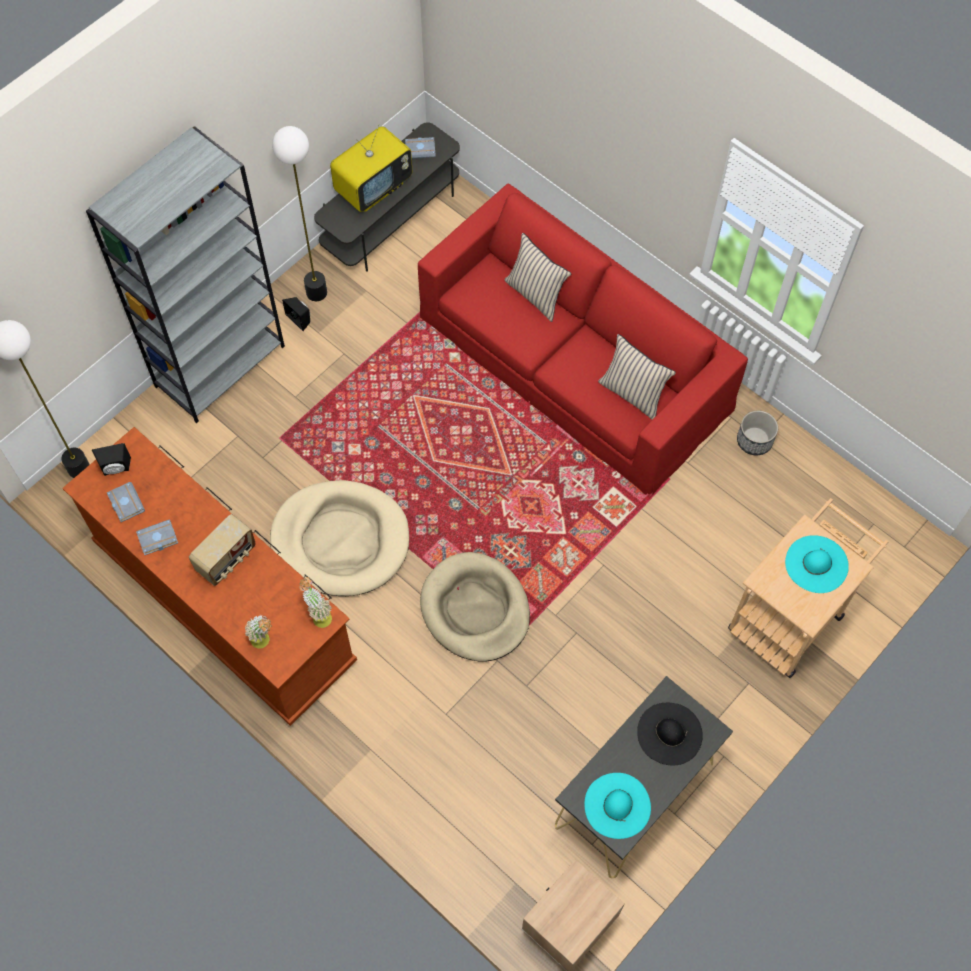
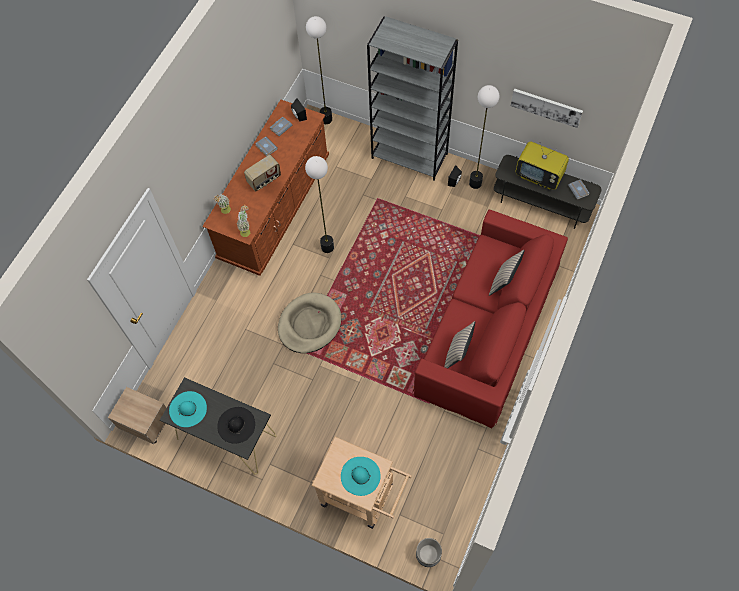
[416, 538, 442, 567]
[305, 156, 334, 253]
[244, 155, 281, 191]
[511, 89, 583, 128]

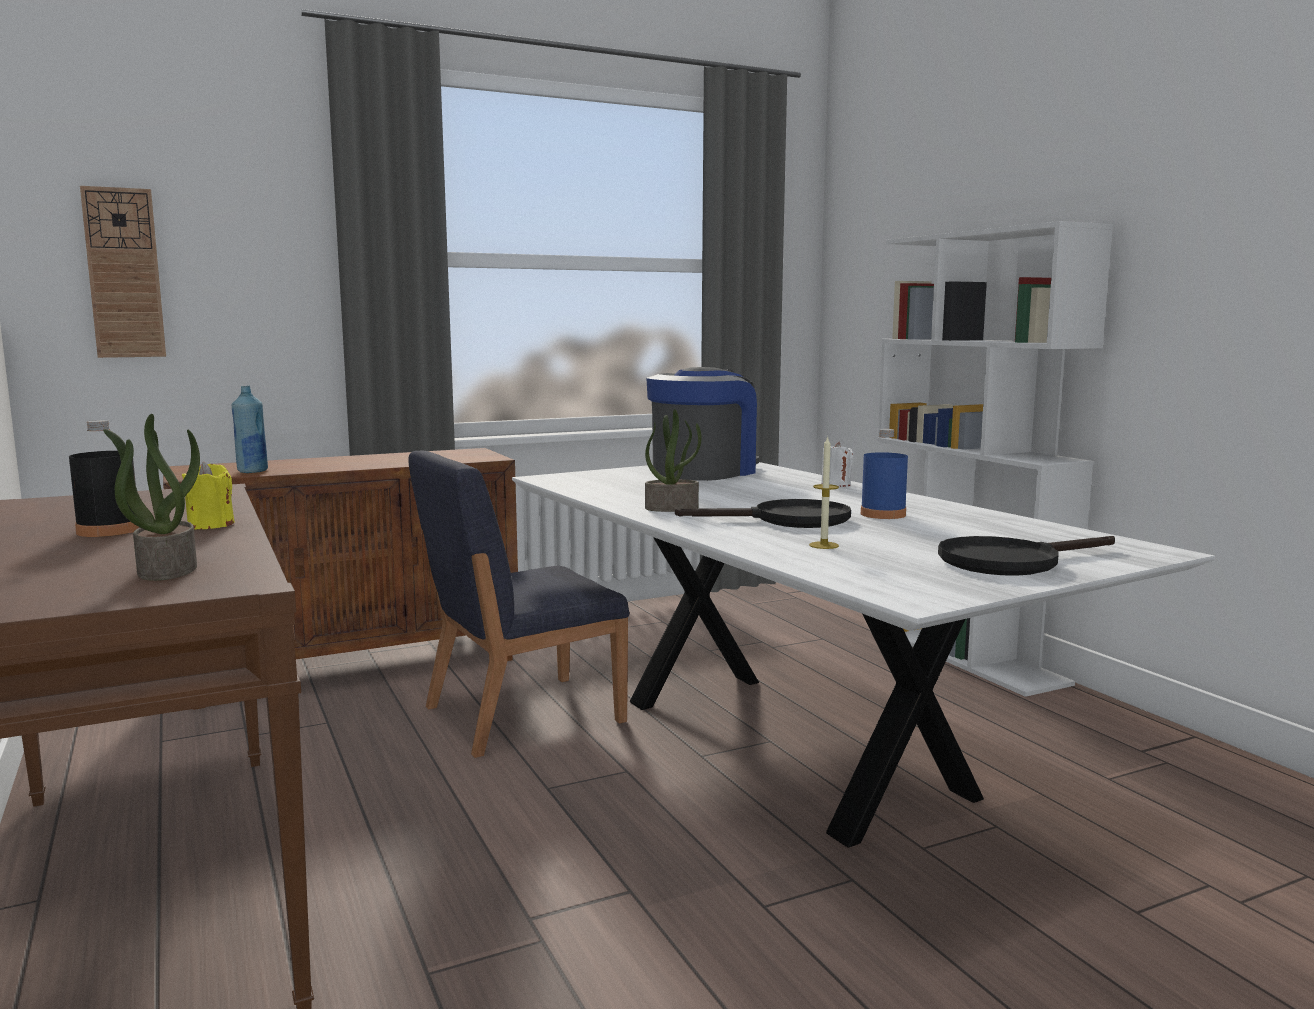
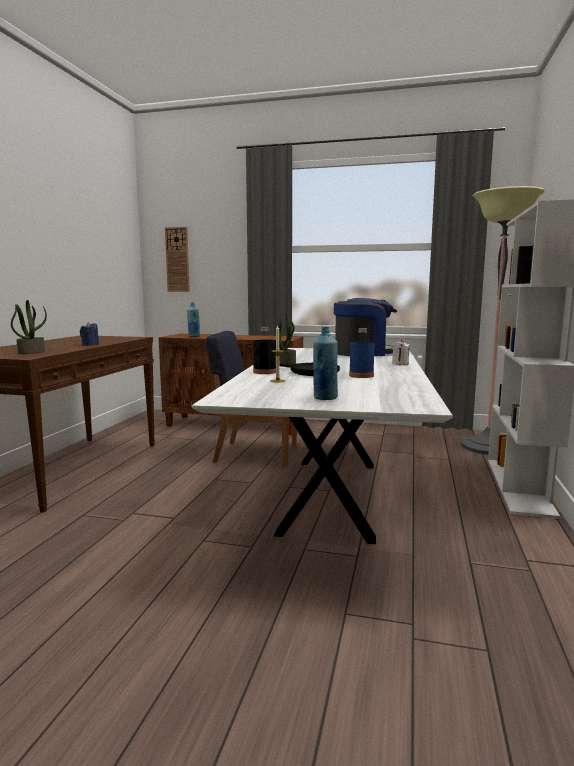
[253, 327, 276, 374]
[80, 322, 99, 346]
[313, 327, 338, 400]
[461, 186, 544, 455]

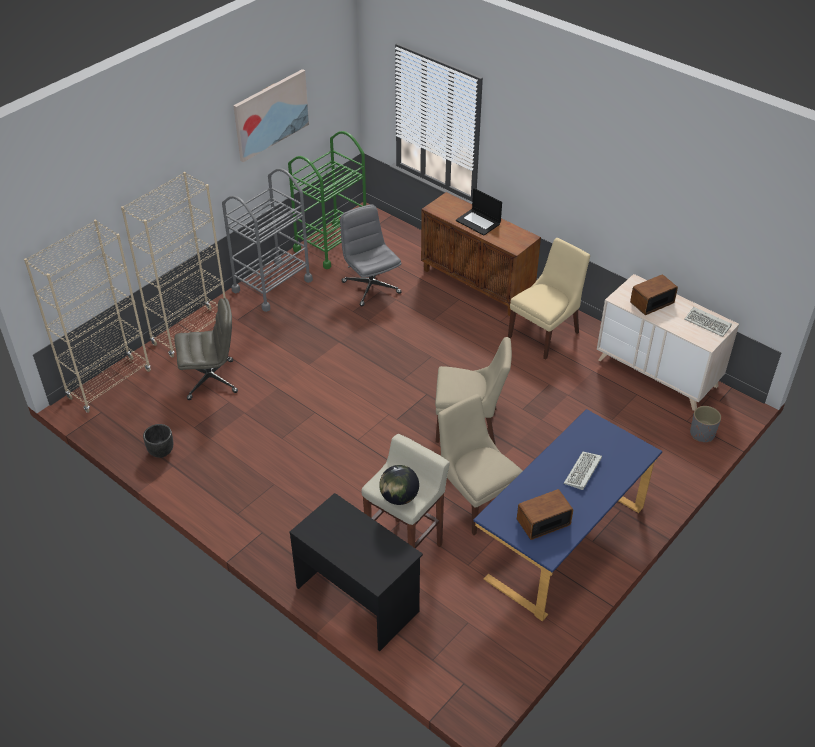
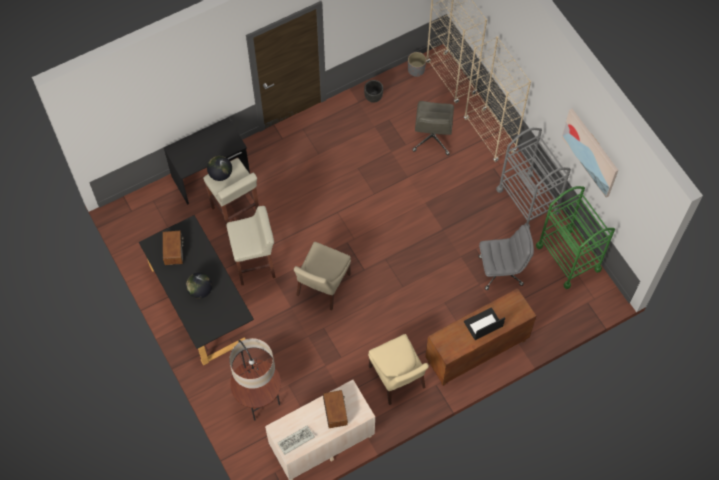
[226, 206, 276, 285]
[408, 52, 426, 77]
[139, 215, 254, 365]
[186, 273, 212, 299]
[229, 338, 281, 420]

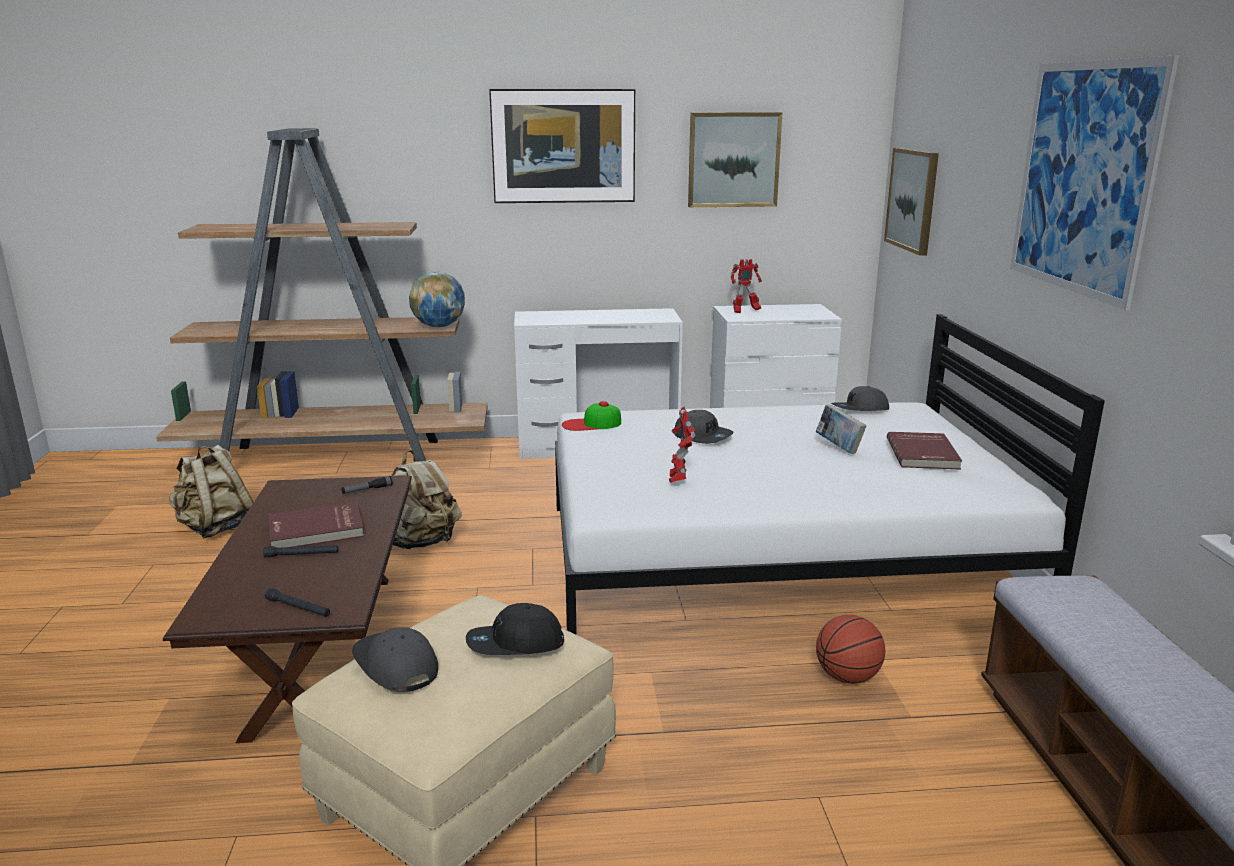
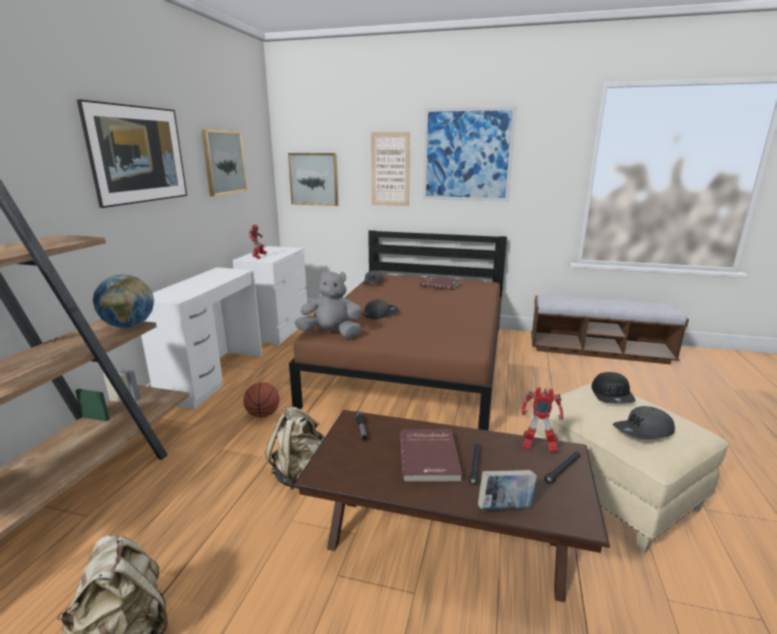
[289, 230, 507, 430]
[294, 270, 362, 338]
[478, 470, 537, 510]
[522, 387, 563, 453]
[243, 382, 279, 418]
[371, 132, 410, 206]

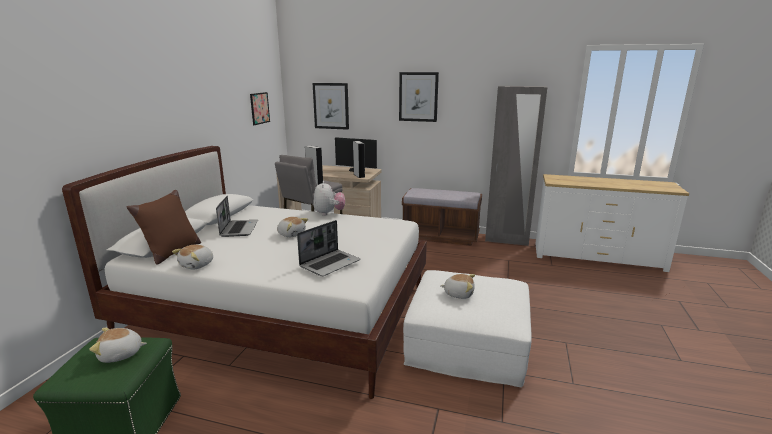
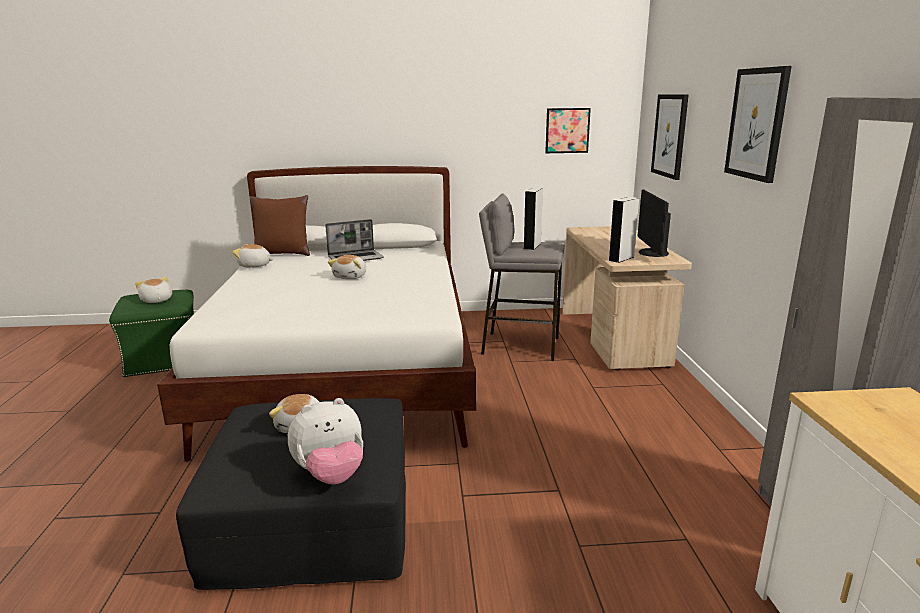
[288, 398, 363, 484]
[402, 188, 482, 246] (first image)
[297, 220, 361, 276] (first image)
[176, 398, 406, 590]

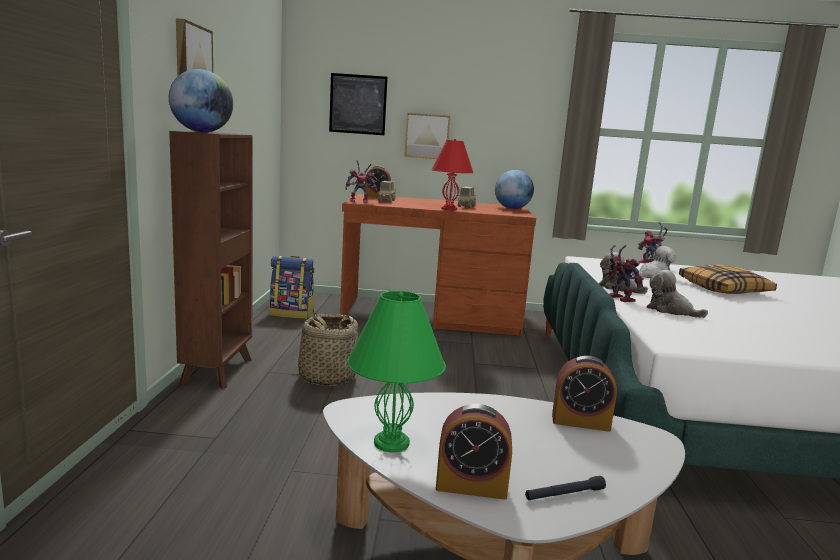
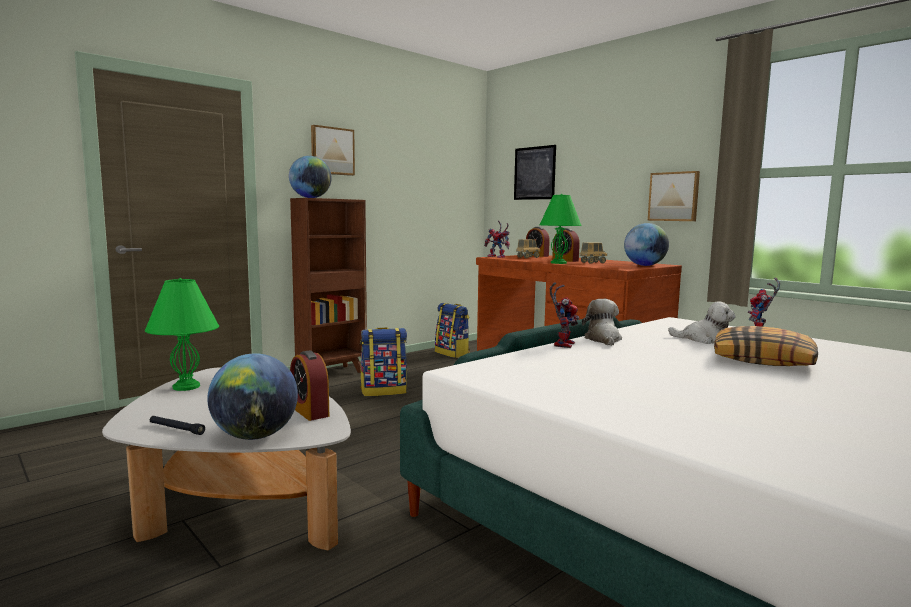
[648, 171, 700, 221]
[539, 194, 582, 264]
[646, 270, 708, 318] (first image)
[360, 327, 407, 396]
[552, 228, 580, 262]
[207, 353, 298, 440]

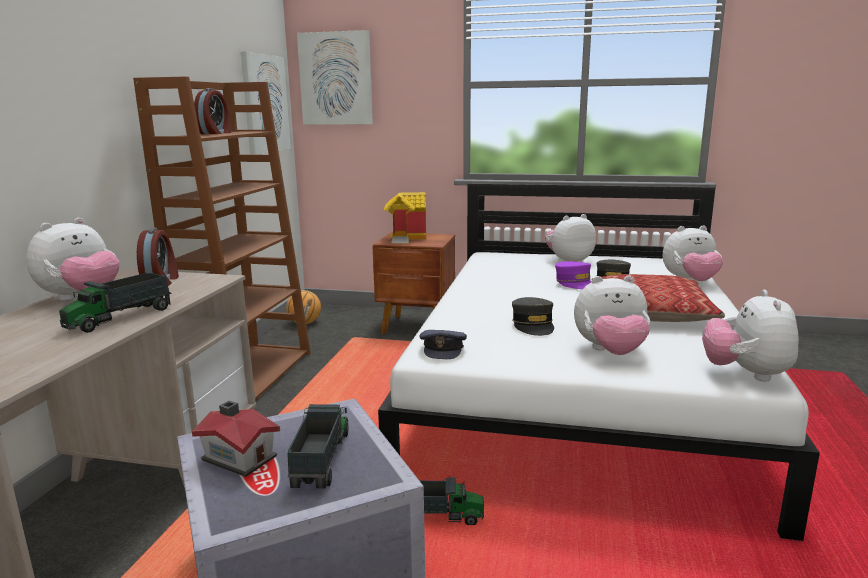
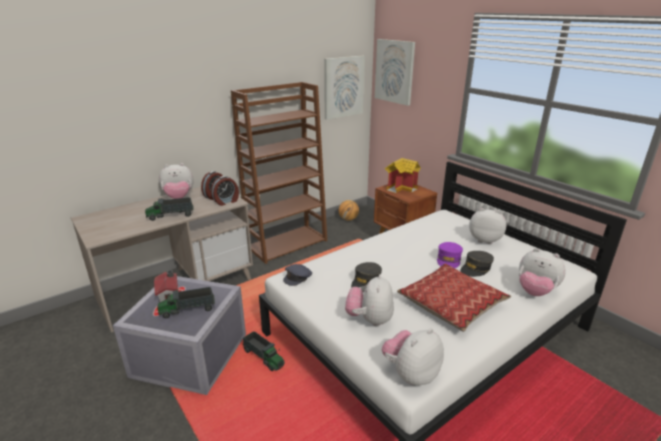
[211, 176, 239, 206]
[345, 274, 394, 327]
[157, 287, 215, 319]

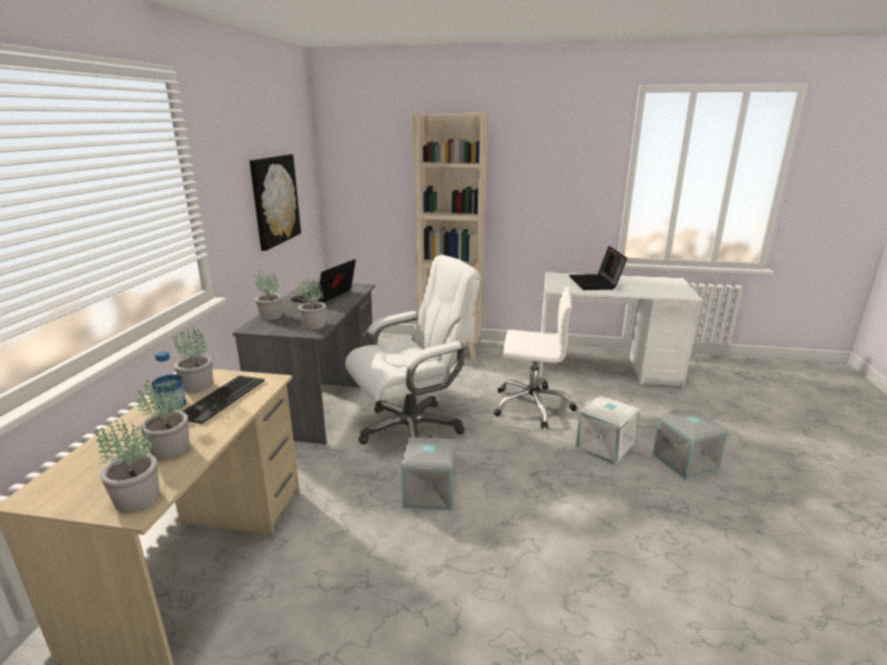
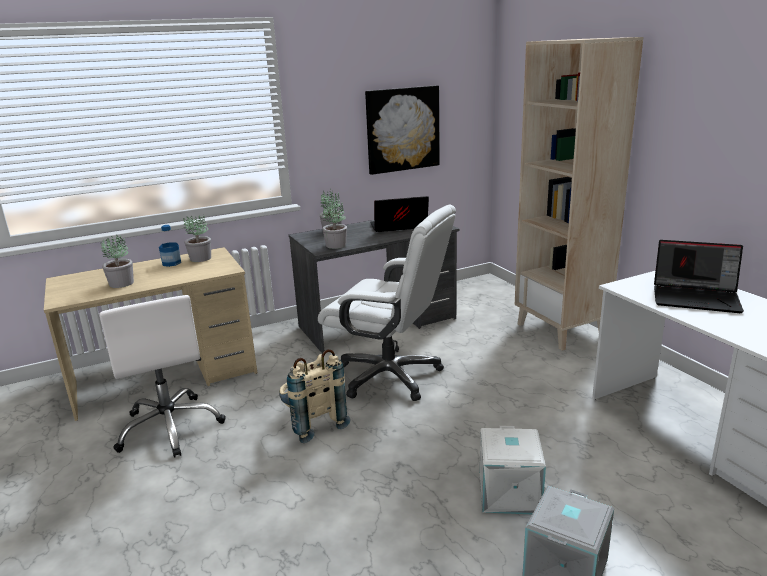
[654, 240, 744, 313]
[99, 295, 226, 458]
[182, 375, 265, 424] (first image)
[94, 419, 159, 512] (first image)
[279, 349, 350, 443]

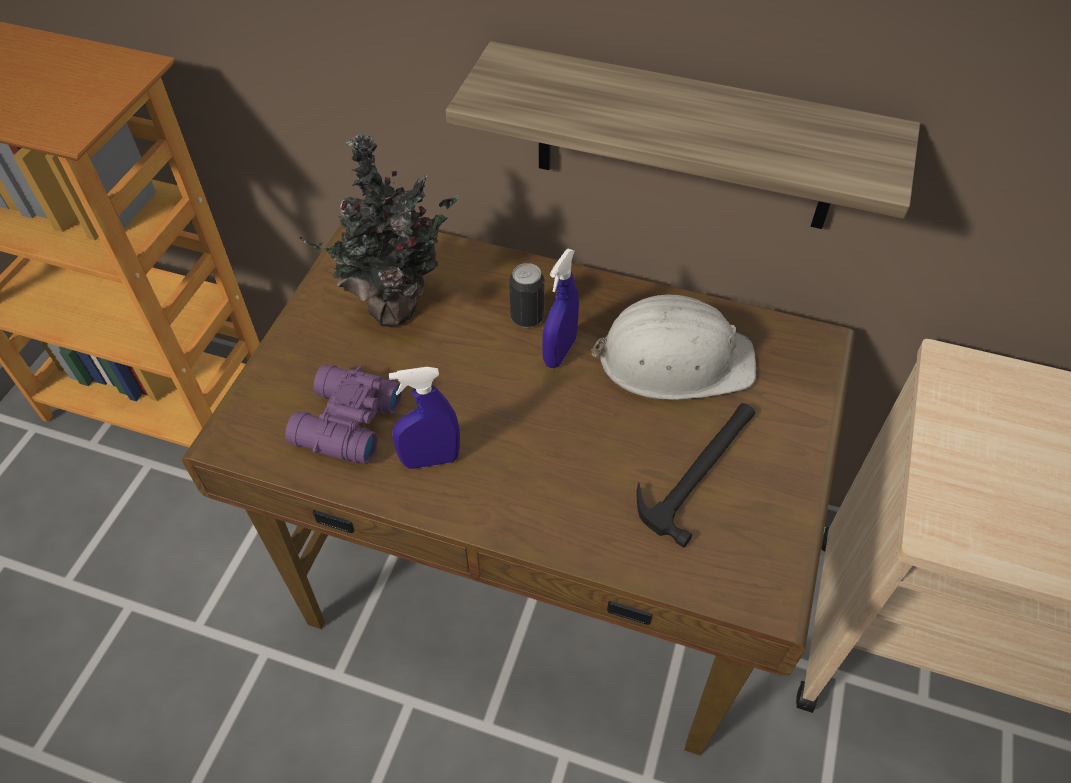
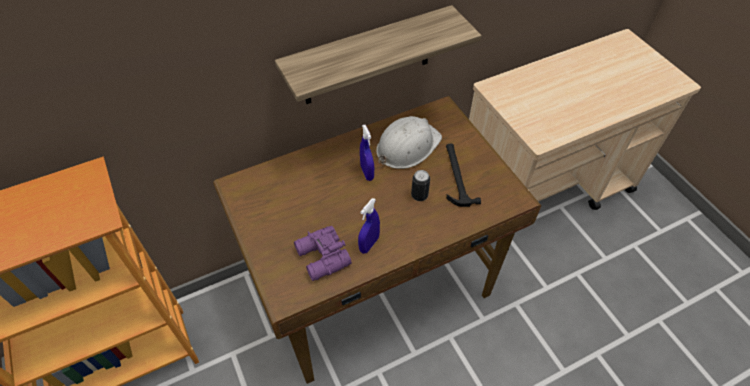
[300, 133, 458, 327] (first image)
[411, 170, 430, 201]

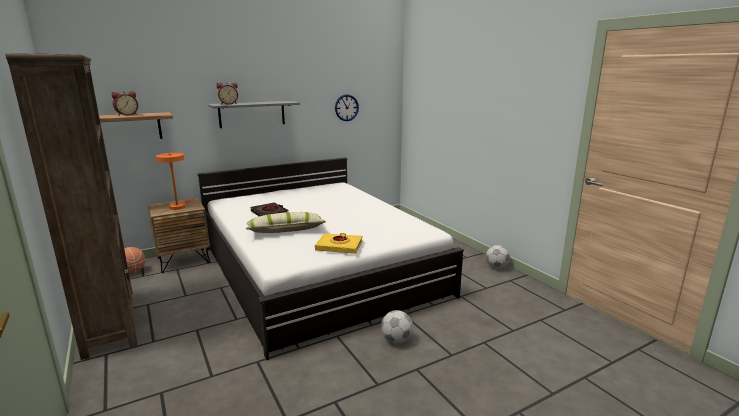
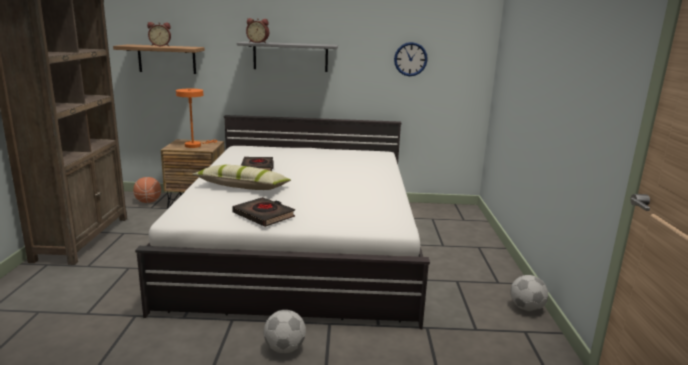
[232, 197, 295, 227]

